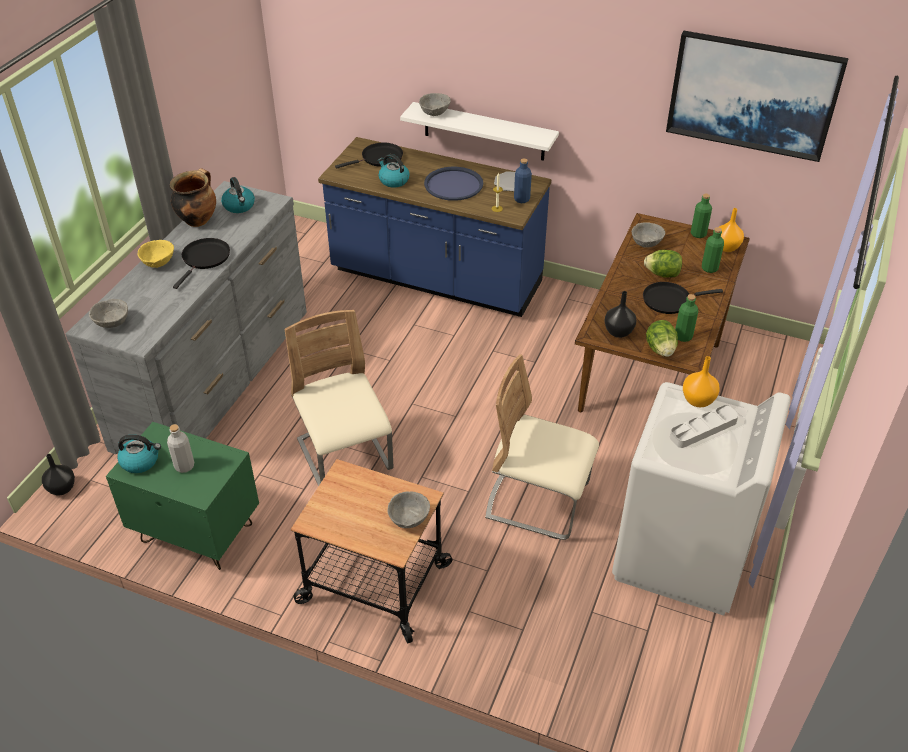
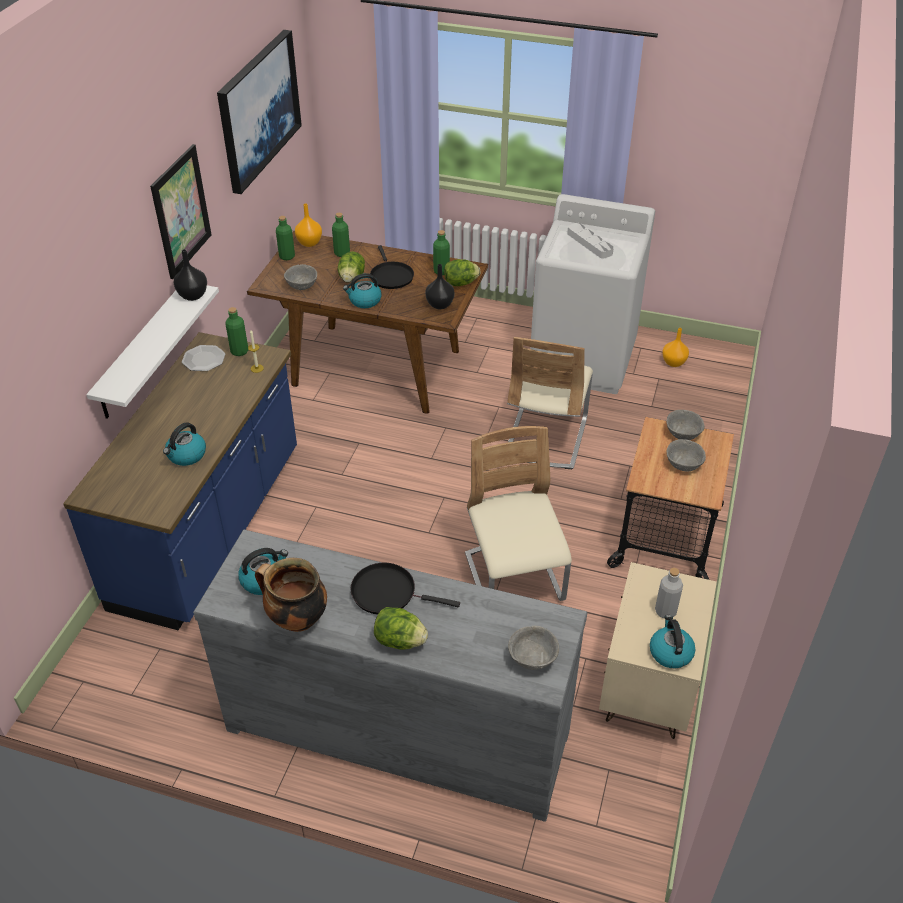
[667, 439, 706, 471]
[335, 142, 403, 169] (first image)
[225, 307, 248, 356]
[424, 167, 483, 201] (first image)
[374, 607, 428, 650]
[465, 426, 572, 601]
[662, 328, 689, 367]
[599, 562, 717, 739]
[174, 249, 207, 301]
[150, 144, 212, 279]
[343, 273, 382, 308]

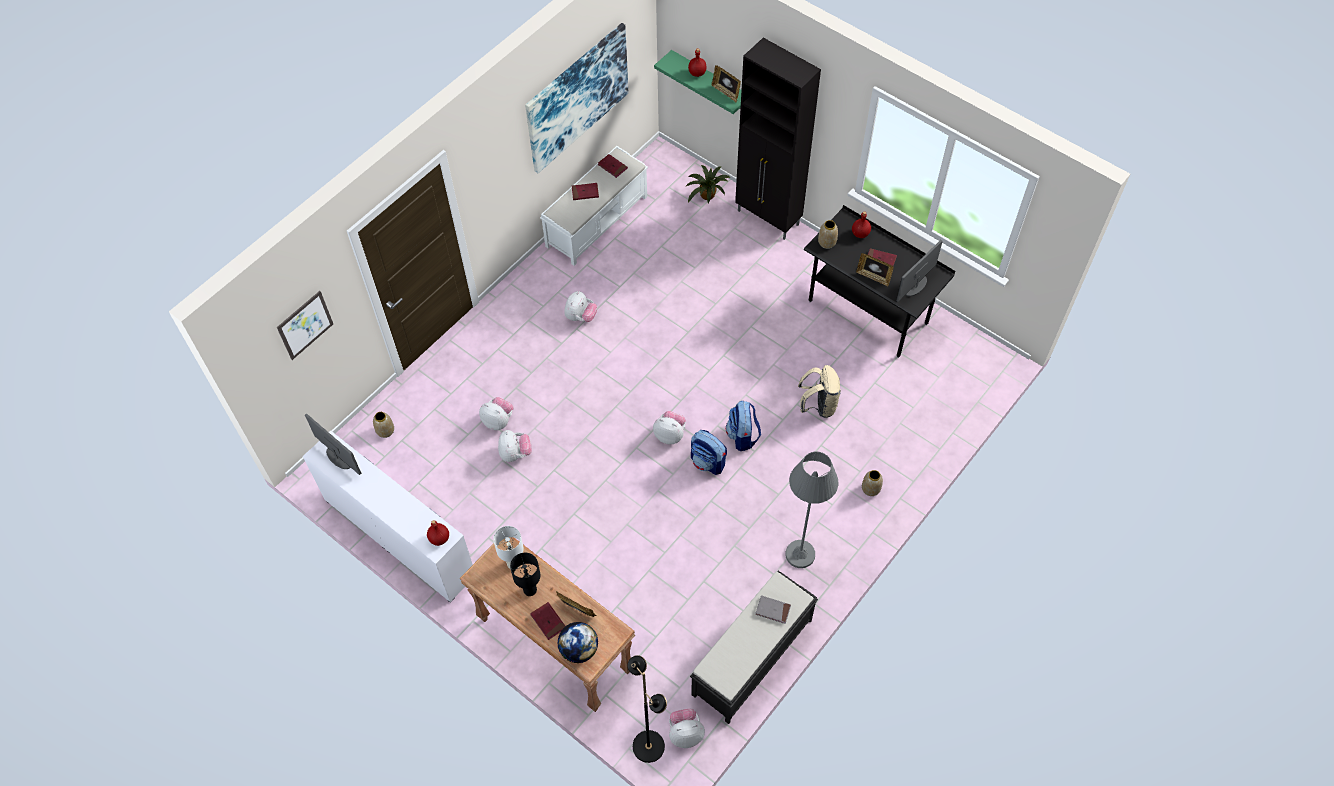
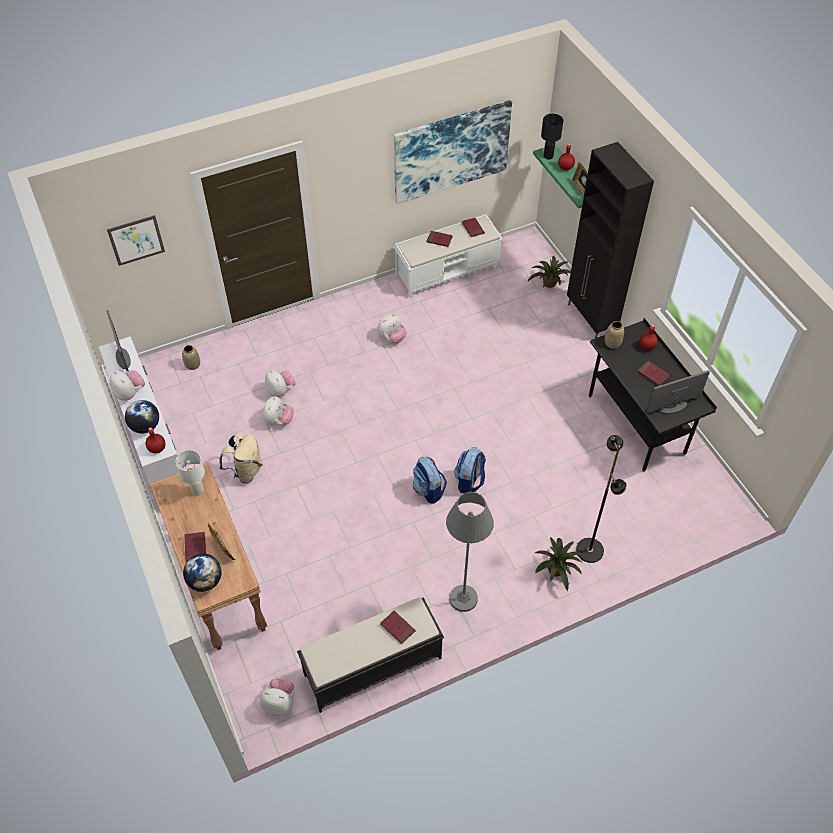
[856, 253, 894, 287] (first image)
[219, 432, 263, 484]
[110, 370, 145, 401]
[535, 537, 583, 592]
[541, 114, 563, 159]
[380, 611, 416, 644]
[576, 435, 627, 563]
[125, 400, 159, 434]

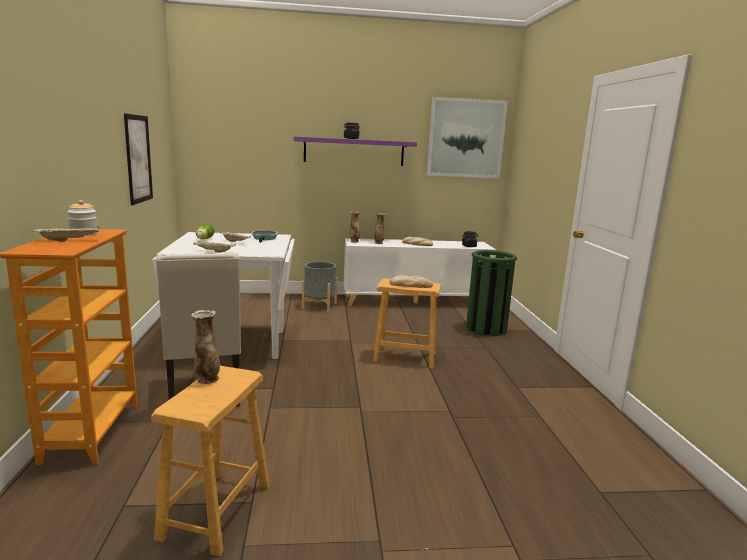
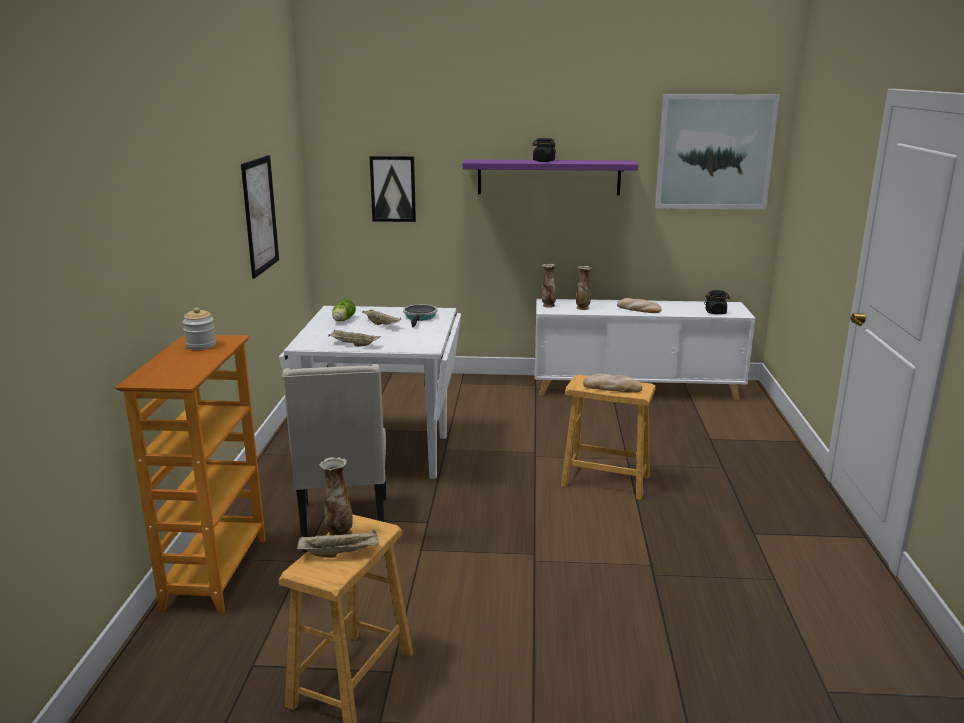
[297, 529, 379, 558]
[466, 250, 517, 336] (first image)
[302, 262, 338, 312] (first image)
[370, 156, 416, 222]

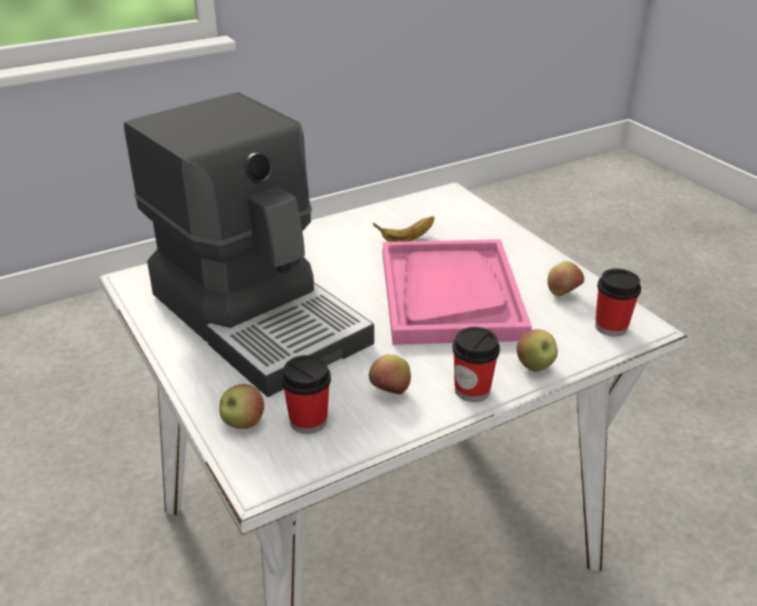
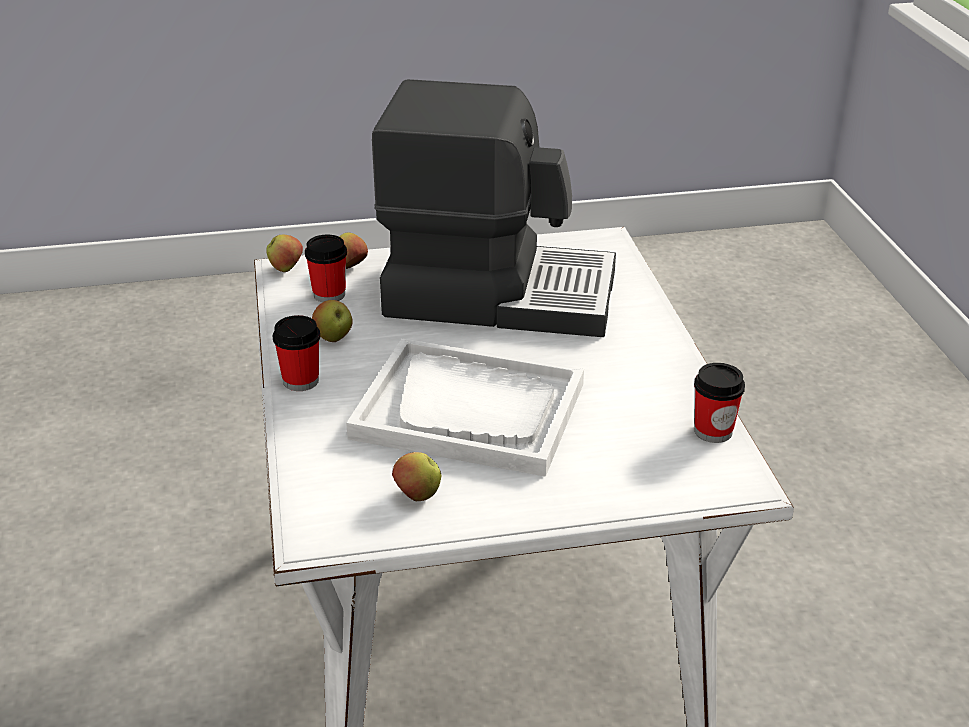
[372, 79, 616, 337]
[373, 216, 435, 242] (first image)
[346, 338, 584, 477]
[694, 363, 745, 443]
[266, 235, 303, 272]

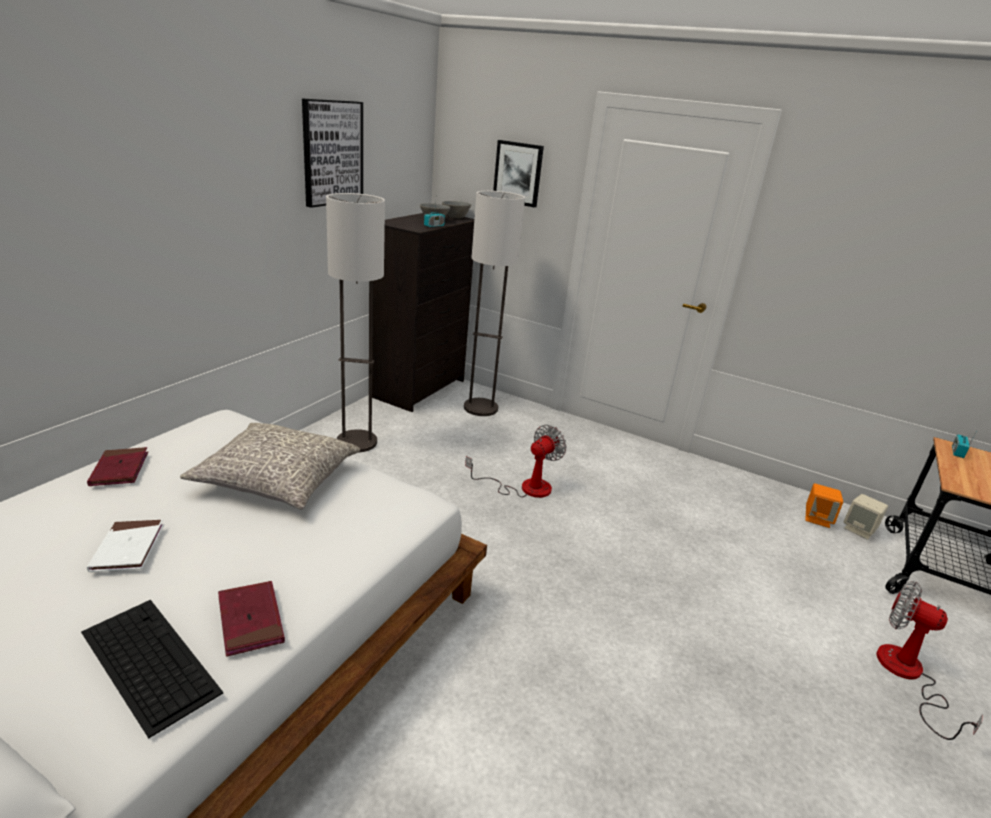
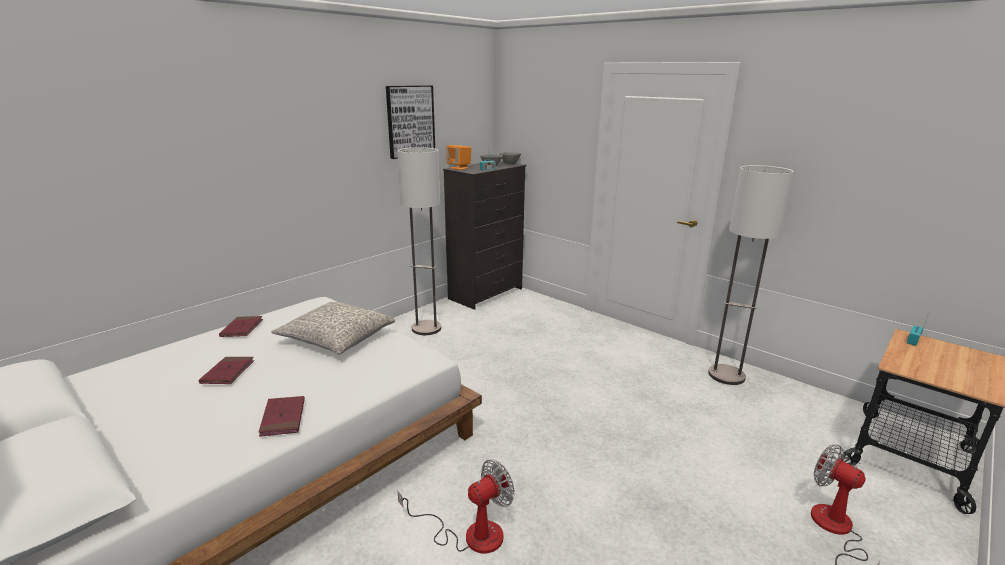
[493, 140, 544, 208] (first image)
[708, 165, 794, 385]
[398, 460, 515, 554]
[446, 145, 471, 170]
[844, 494, 888, 540] (first image)
[199, 357, 255, 384]
[81, 600, 223, 738] (first image)

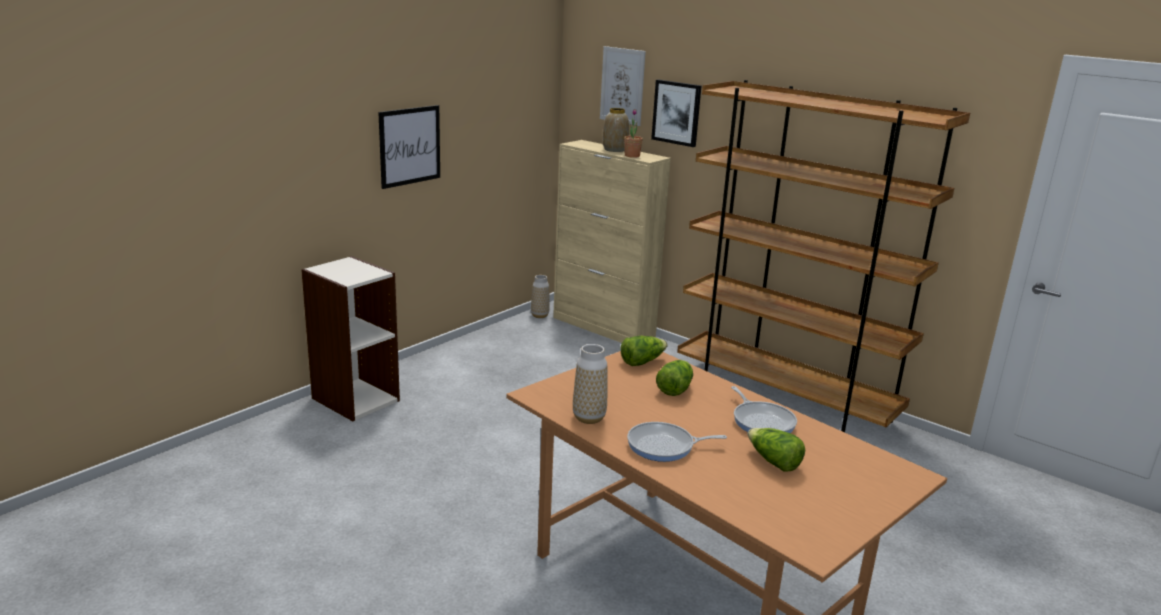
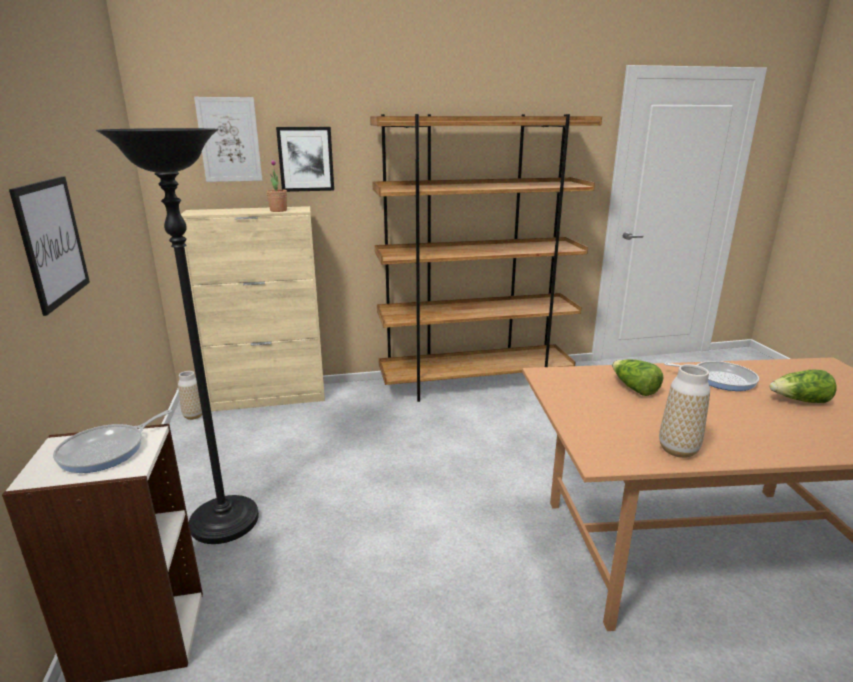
[603, 108, 629, 152] (first image)
[620, 336, 668, 366] (first image)
[53, 410, 172, 473]
[96, 128, 259, 544]

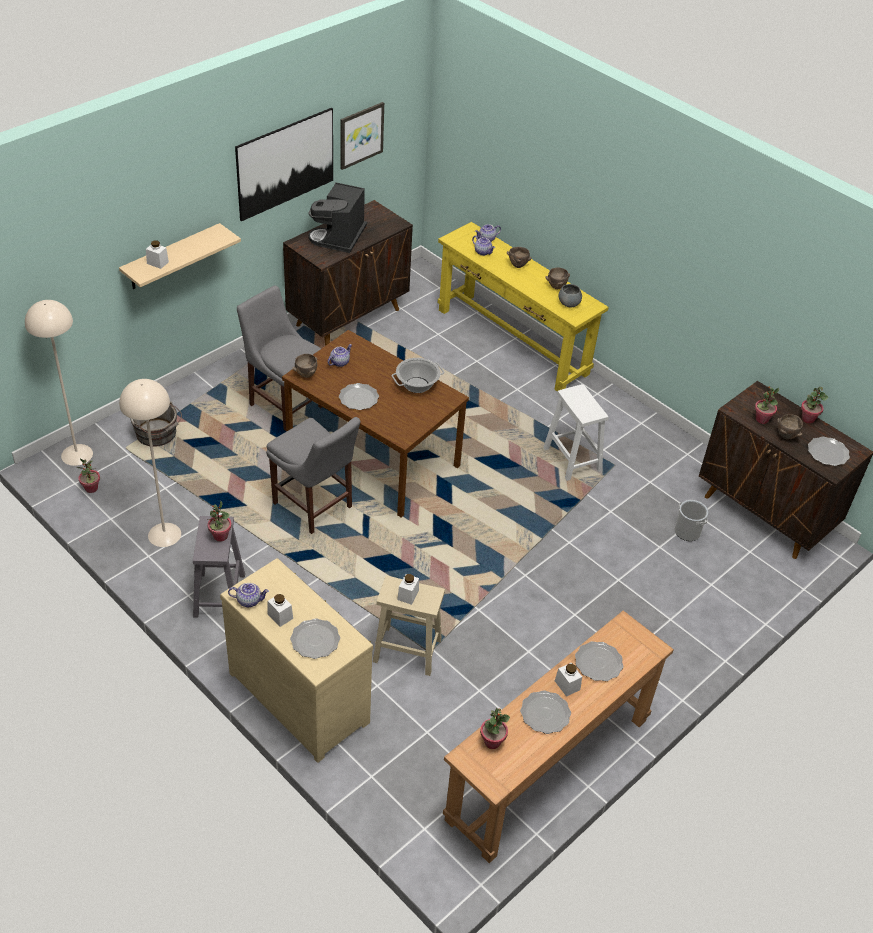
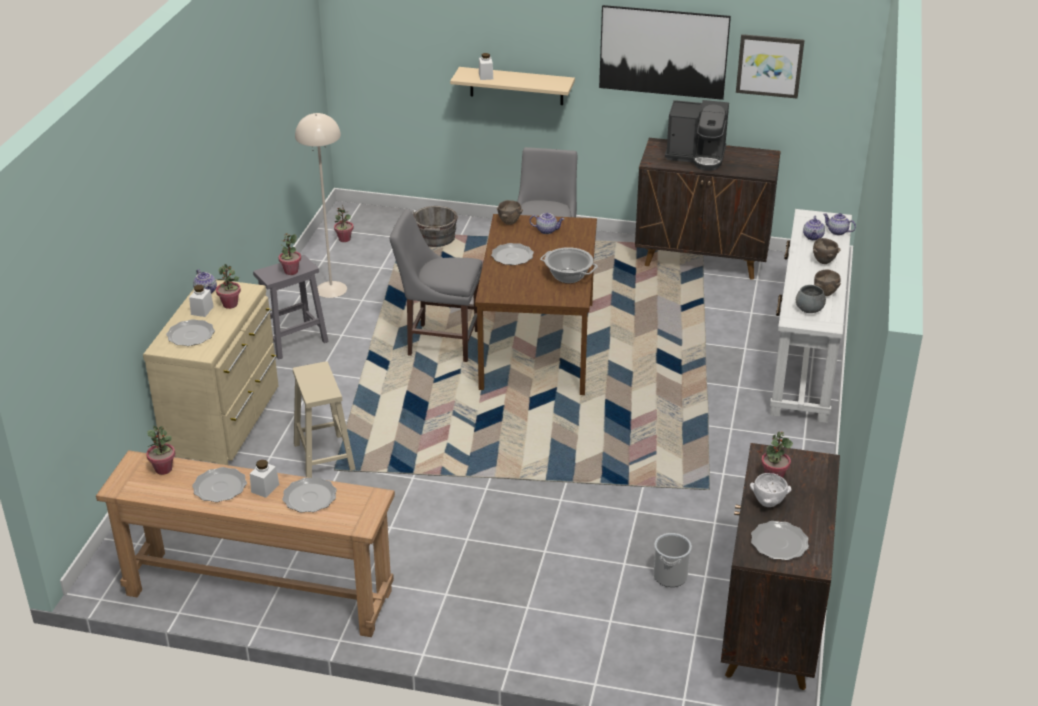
[665, 100, 729, 171]
[770, 209, 852, 423]
[25, 300, 93, 466] (first image)
[543, 384, 609, 481] (first image)
[216, 264, 241, 309]
[750, 473, 791, 507]
[389, 209, 482, 362]
[397, 574, 419, 605] (first image)

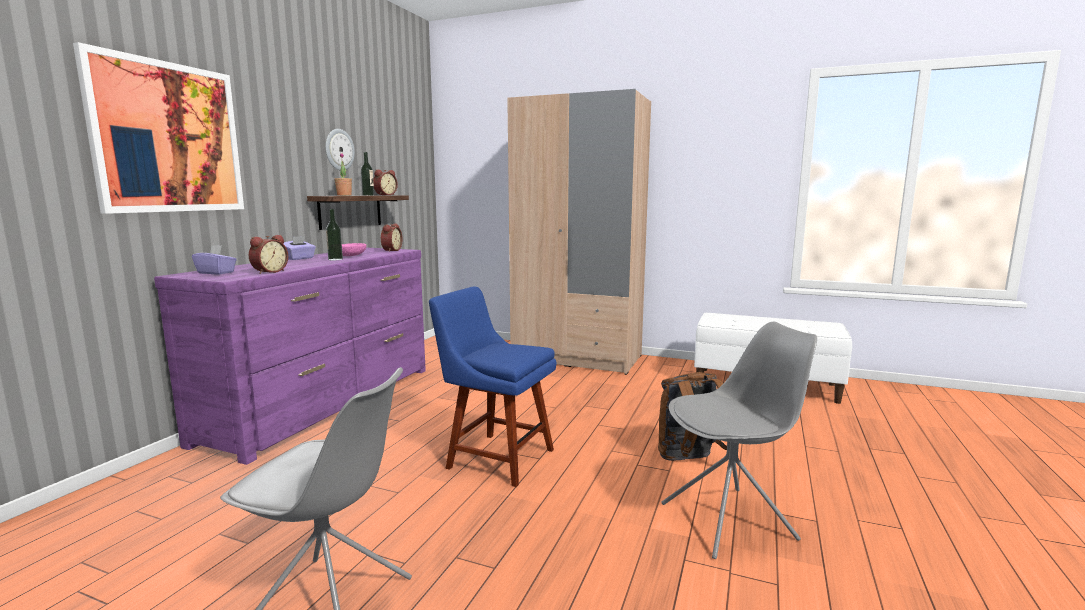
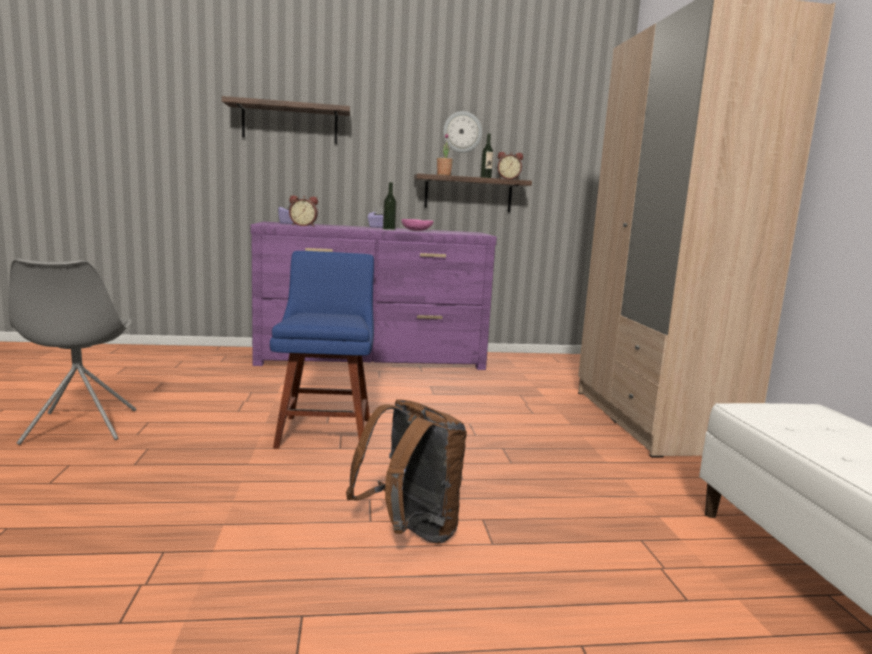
[222, 96, 350, 144]
[381, 224, 403, 252] (first image)
[661, 322, 817, 559] (first image)

